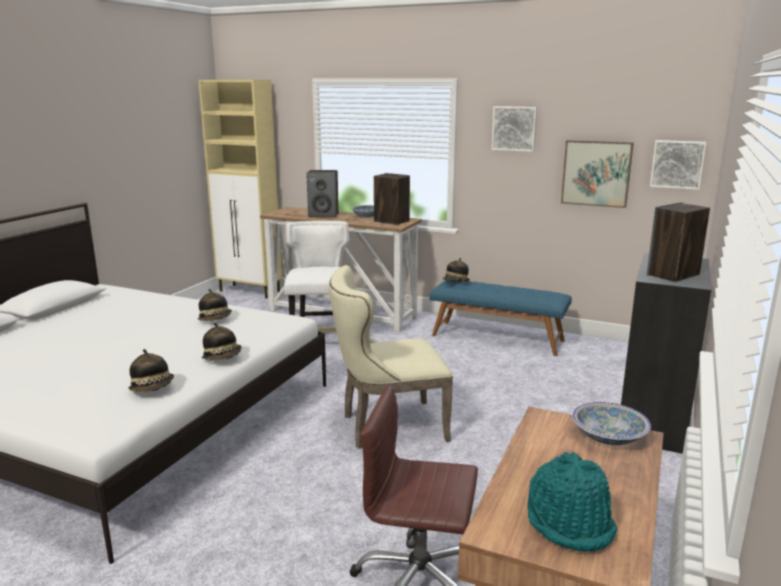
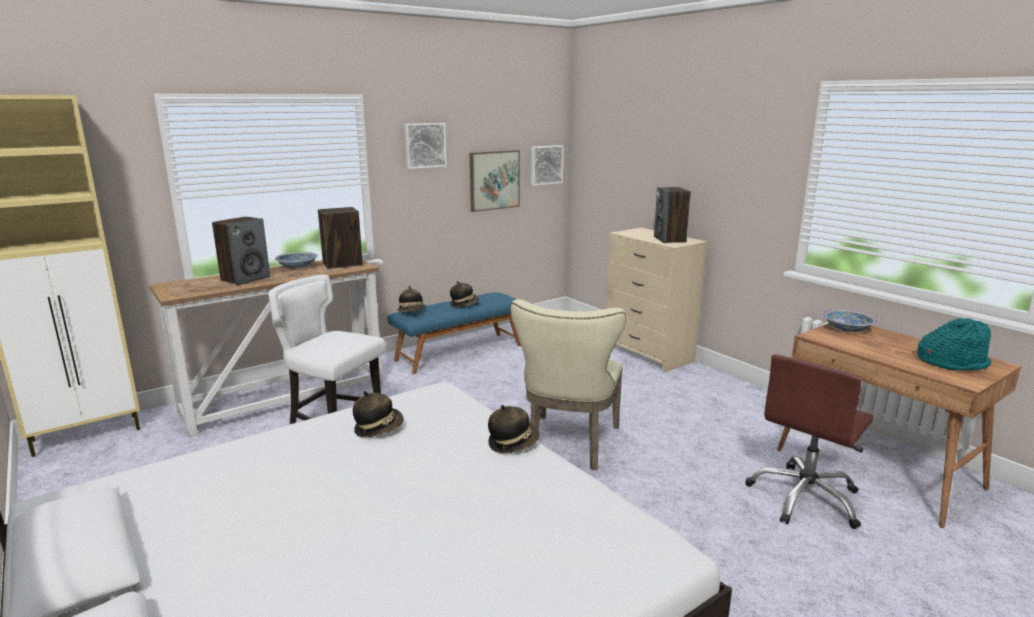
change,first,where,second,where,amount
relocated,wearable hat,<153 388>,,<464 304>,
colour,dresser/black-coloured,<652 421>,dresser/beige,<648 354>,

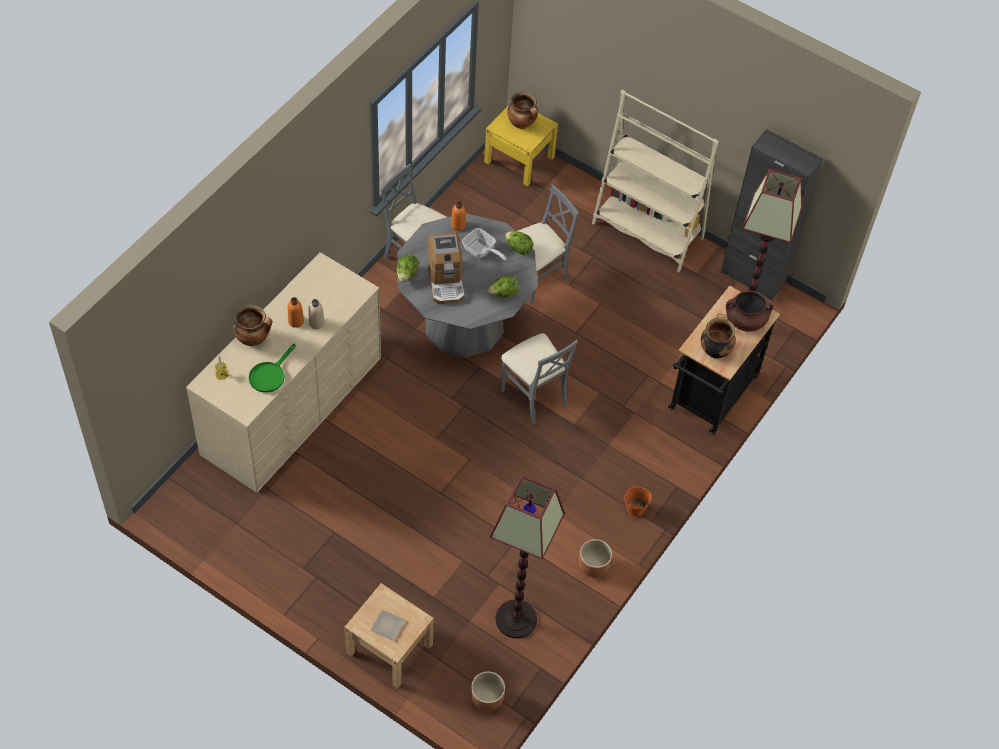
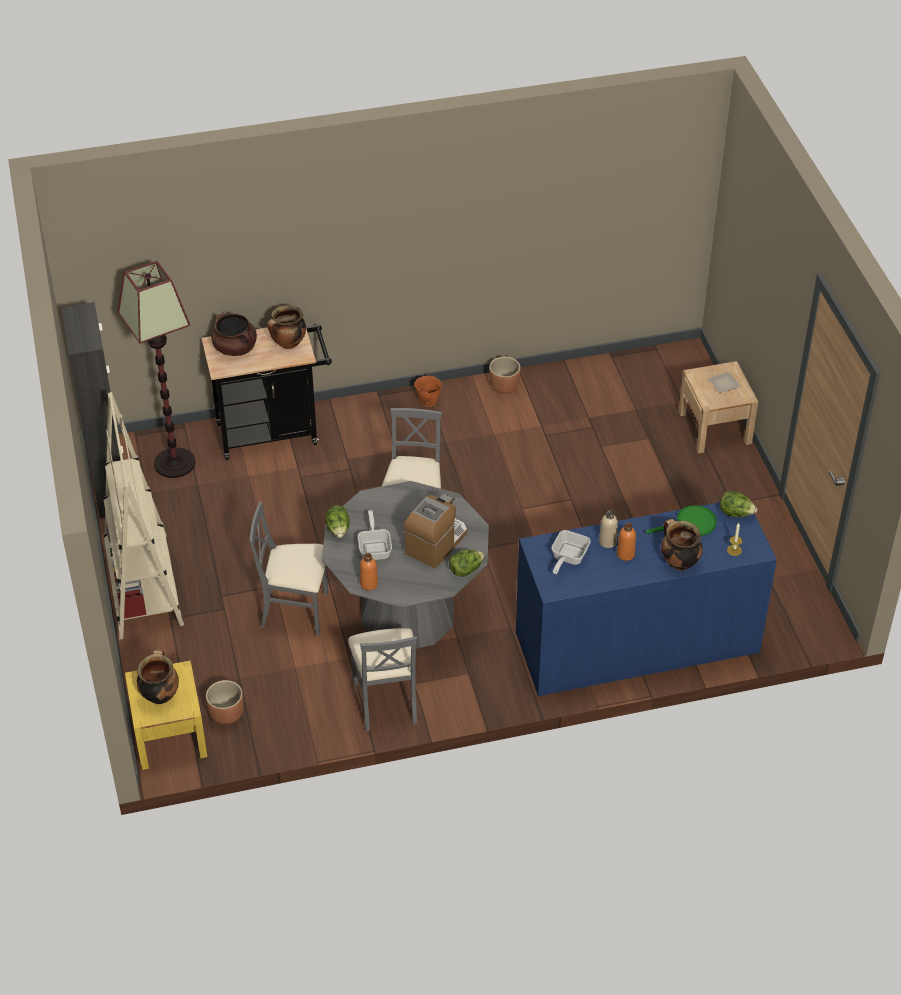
change,first,where,second,where,amount
missing,standard lamp,<516 619>,,,
appeared,,,skillet,<567 558>,
relocated,planter/brownish,<487 699>,,<226 714>,
relocated,lettuce,<503 293>,,<735 513>,
colour,dresser/beige,<292 405>,dresser/bluish,<636 642>,

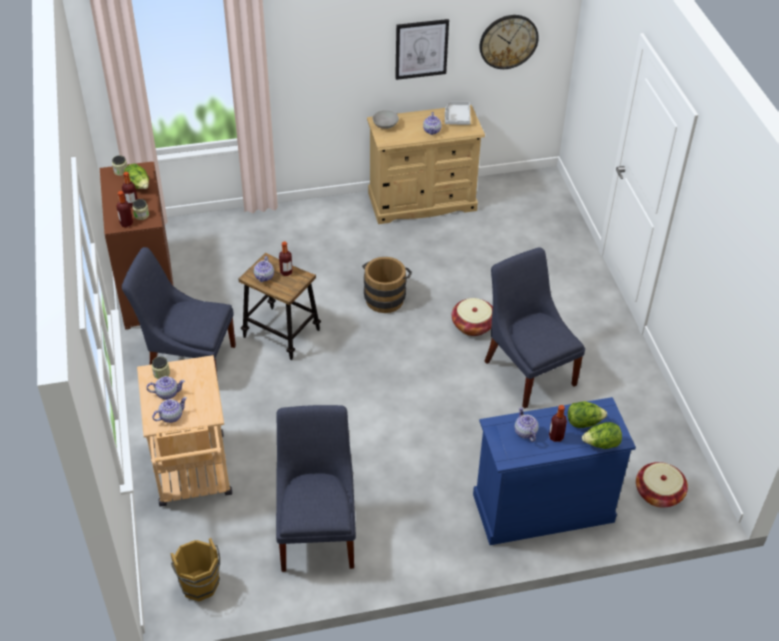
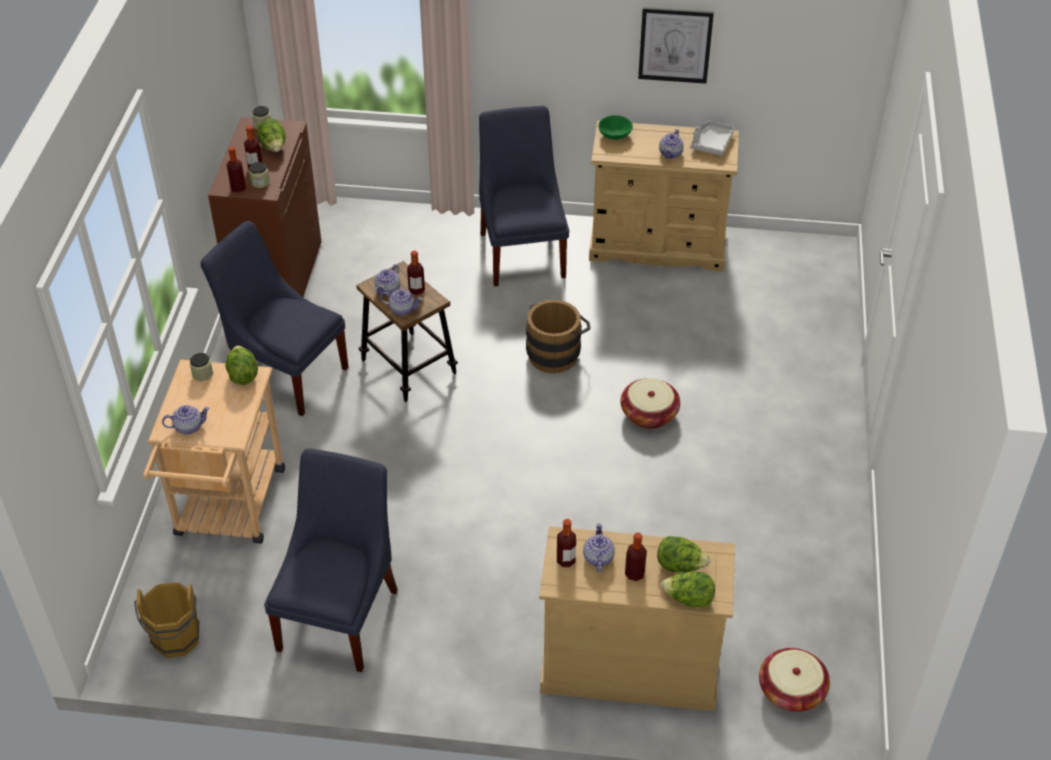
change,first,where,second,where,amount
missing,wall clock,<508 41>,,,
appeared,,,lettuce,<243 375>,
appeared,,,drink bottle,<565 560>,
relocated,tea pot,<167 393>,,<402 309>,
relocated,chair/bluish,<528 369>,,<522 251>,
colour,bowl/grey,<385 125>,bowl/green,<614 135>,
colour,dresser/bluish,<542 507>,dresser/beige,<629 666>,

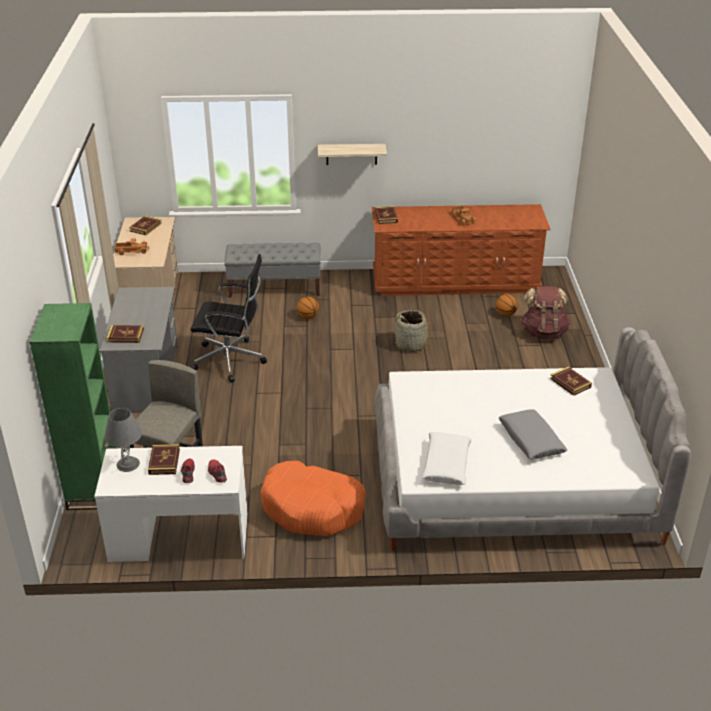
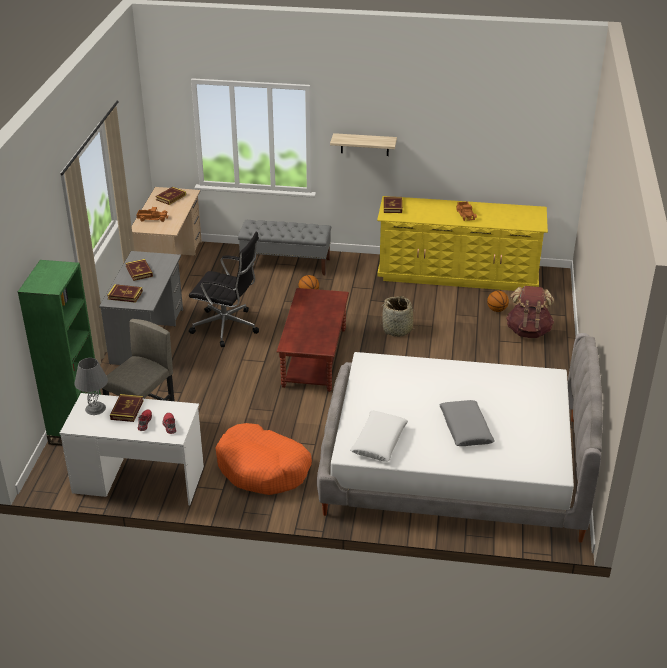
change,first,where,second,where,amount
appeared,,,lounge table/brownish,<314 357>,
relocated,volume,<570 383>,,<139 271>,
colour,dresser/brownish,<455 282>,dresser/yellowish,<457 274>,

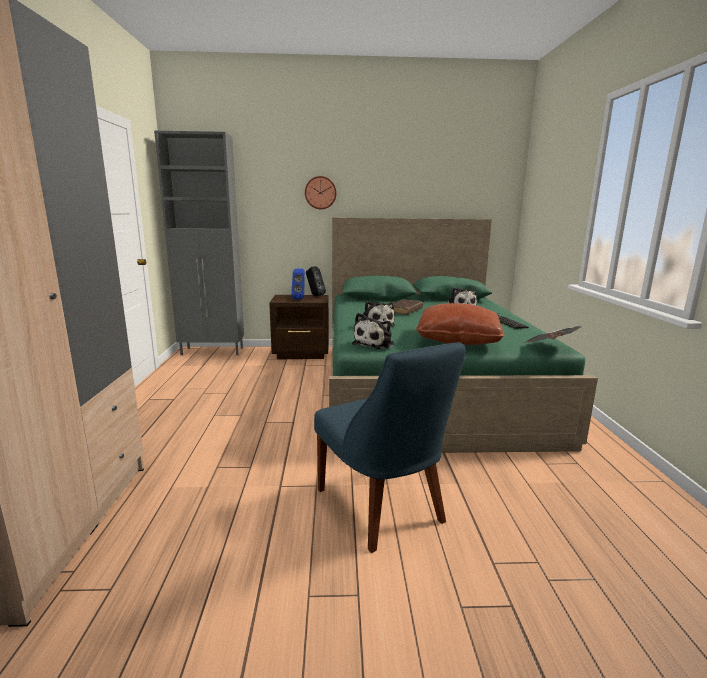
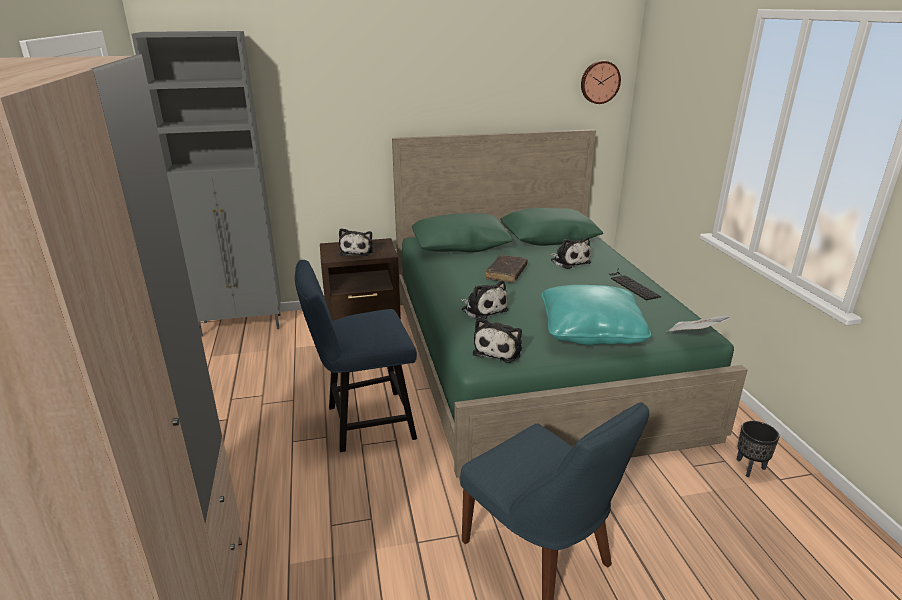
change,first,where,second,where,amount
missing,audio speaker/black-coloured,<314 295>,,,
appeared,,,chair/bluish,<363 423>,
appeared,,,planter/black-coloured,<749 467>,
relocated,wall clock,<320 193>,,<599 82>,
exchanged,audio speaker/bluish,<299 299>,soft toy,<357 251>,
colour,throw pillow/brownish,<458 340>,throw pillow/turquoise,<590 331>,

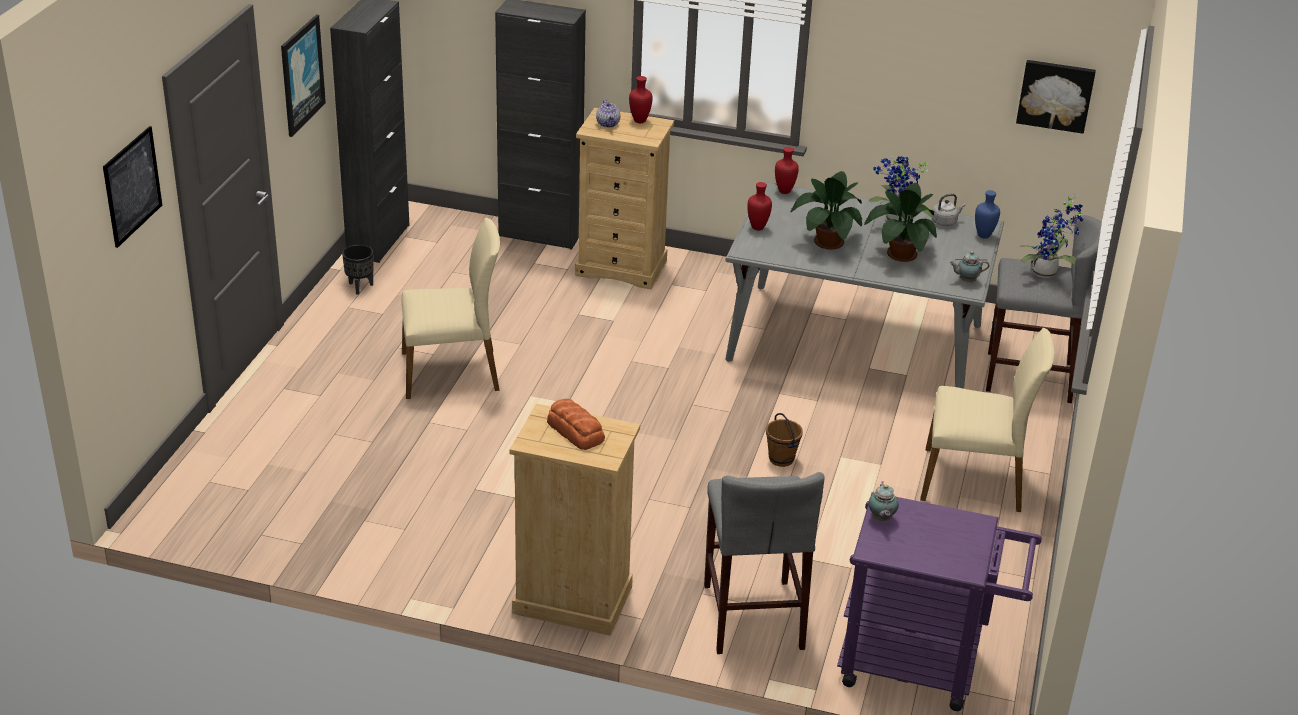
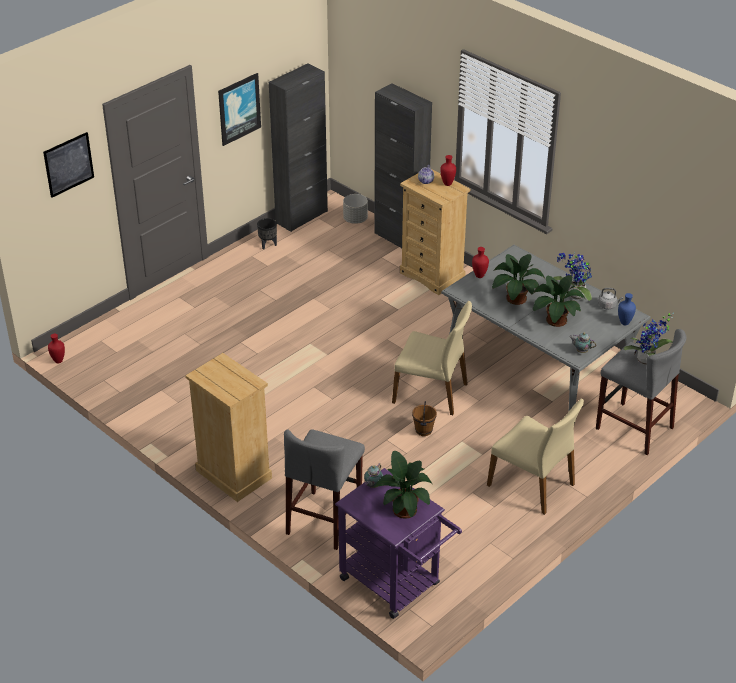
change,first,where,second,where,amount
missing,baked bread,<575 431>,,,
missing,wall picture,<1055 95>,,,
appeared,,,planter/grey,<355 219>,
appeared,,,potted plant,<404 507>,
relocated,chair/beige,<452 372>,,<431 392>,
relocated,decorative vase/red,<784 191>,,<59 360>,

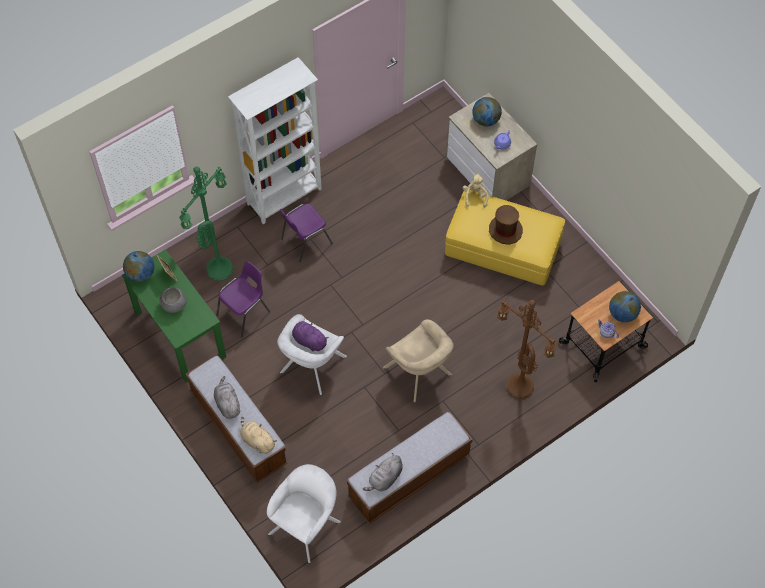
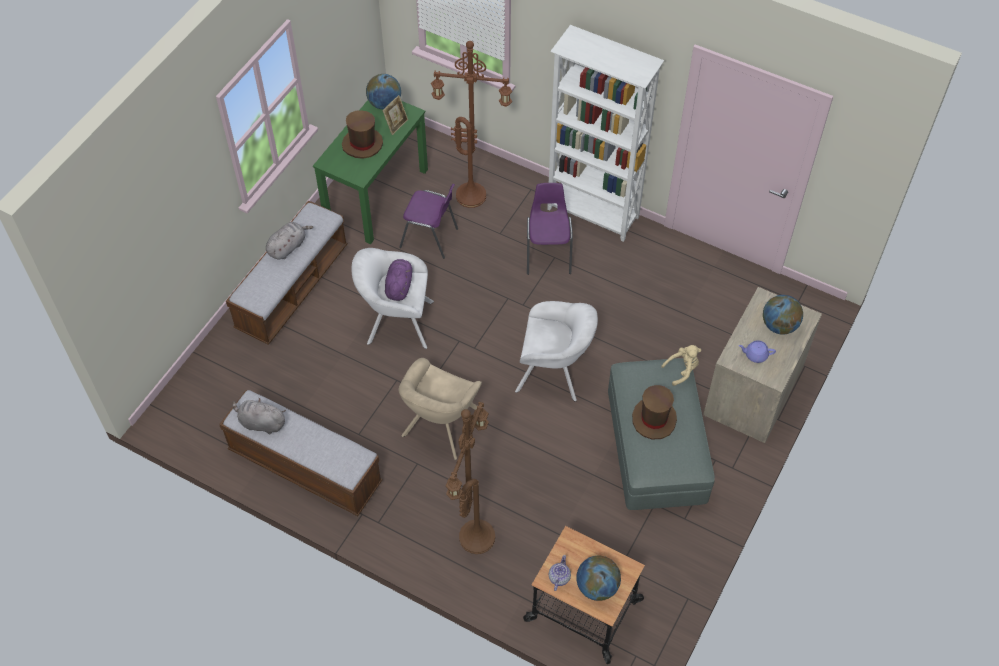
change,first,where,second,where,amount
missing,soft toy/beige,<257 441>,,,
relocated,lounge chair/white-coloured,<307 524>,,<554 372>,
exchanged,bowl/grey,<174 305>,wearable hat/brownish,<362 144>,
colour,standard lamp/green,<219 267>,standard lamp/brownish,<472 194>,
colour,ottoman/yellowish,<502 248>,ottoman/grey,<656 447>,
spun,chair/purple-coloured,<305 241>,,<548 254>,60 degrees clockwise

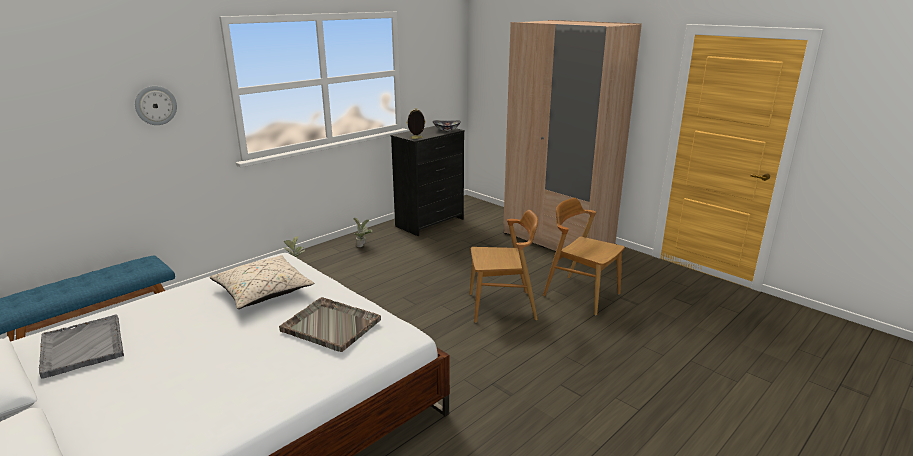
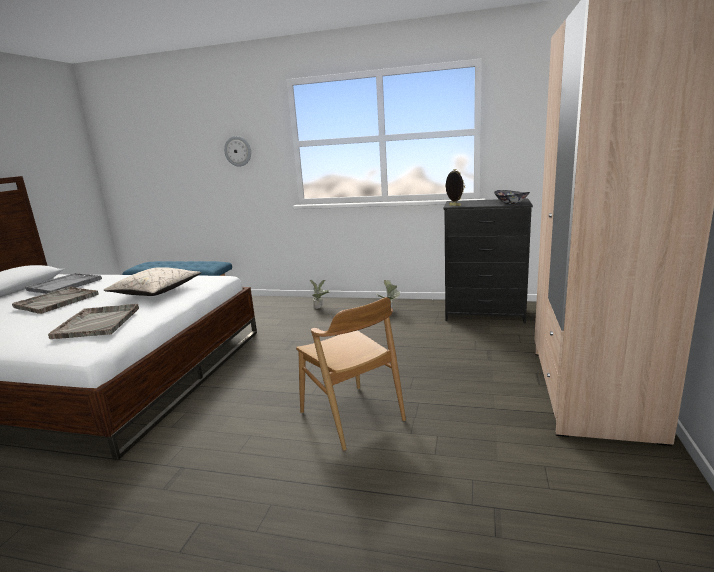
change,first,where,second,where,amount
missing,chair/brownish,<581 294>,,,
appeared,,,carrying tray/grey,<56 301>,

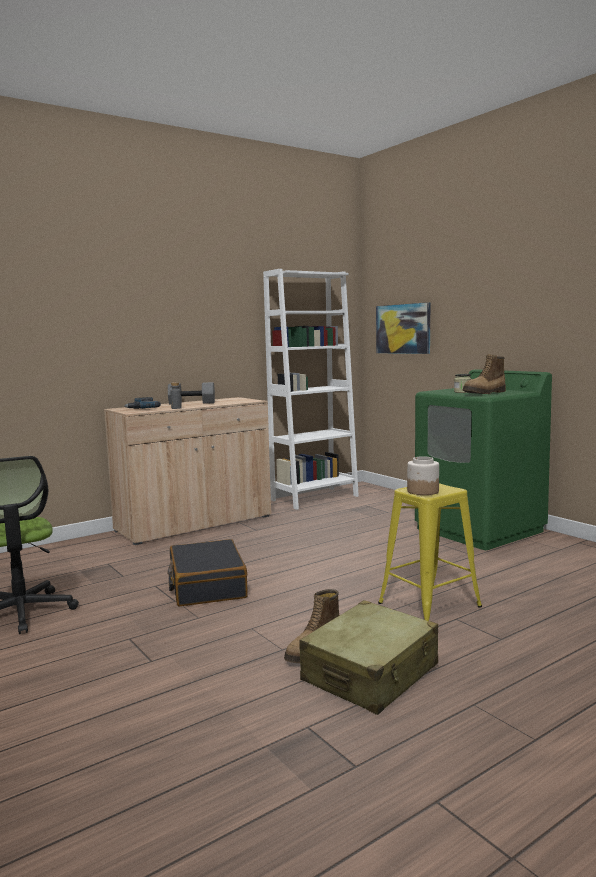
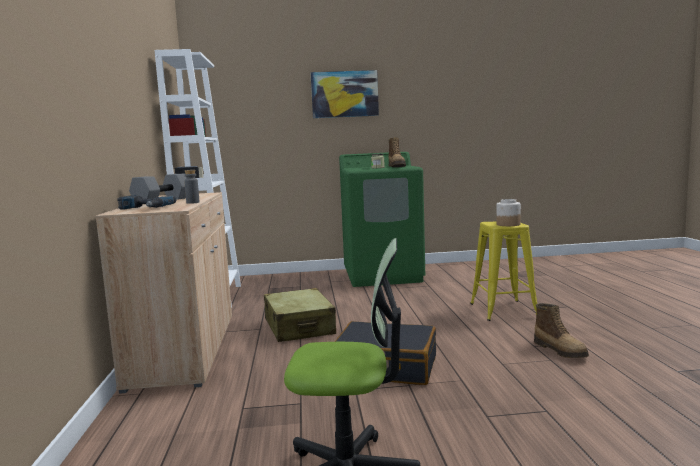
change,first,where,second,where,amount
relocated,suitcase/beige,<371 673>,,<299 327>,
relocated,wall picture,<403 329>,,<344 94>,

